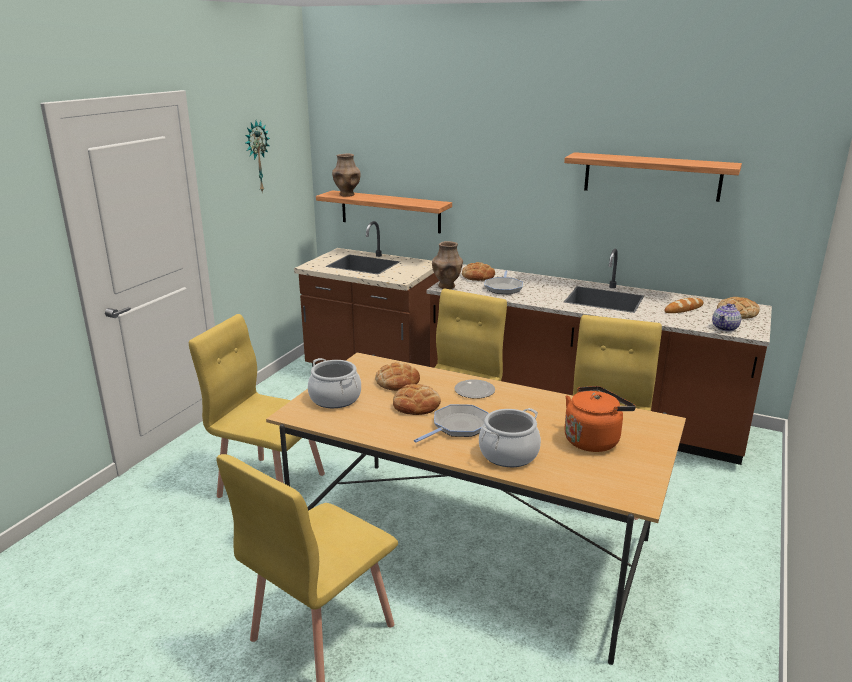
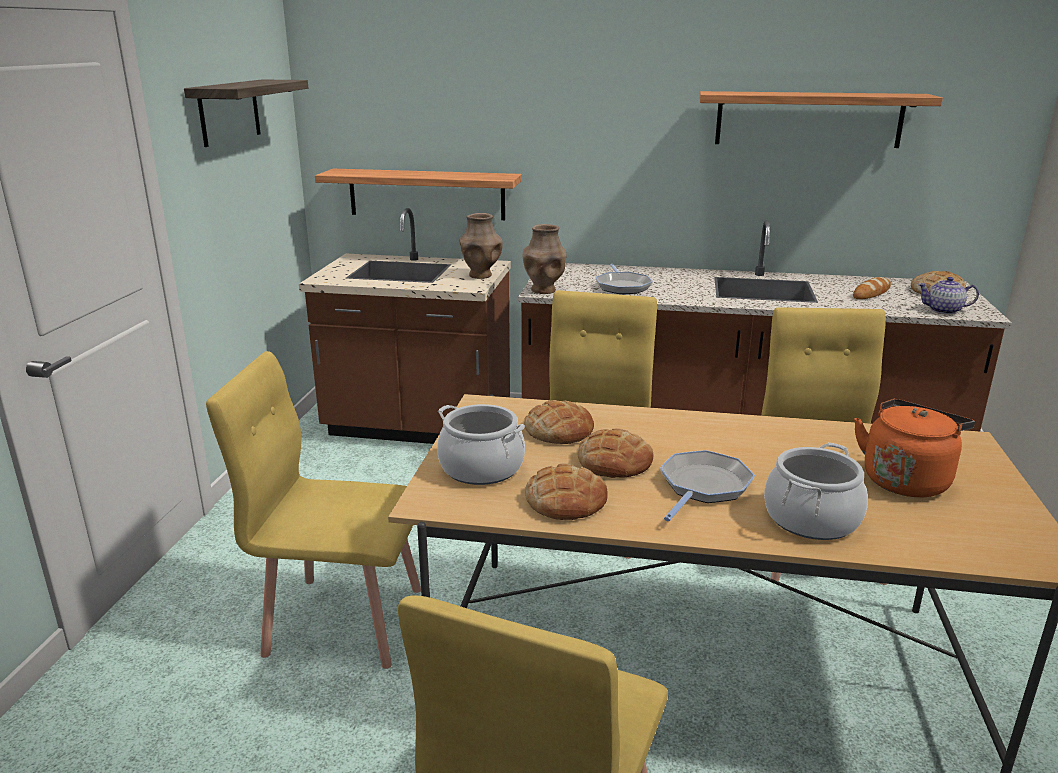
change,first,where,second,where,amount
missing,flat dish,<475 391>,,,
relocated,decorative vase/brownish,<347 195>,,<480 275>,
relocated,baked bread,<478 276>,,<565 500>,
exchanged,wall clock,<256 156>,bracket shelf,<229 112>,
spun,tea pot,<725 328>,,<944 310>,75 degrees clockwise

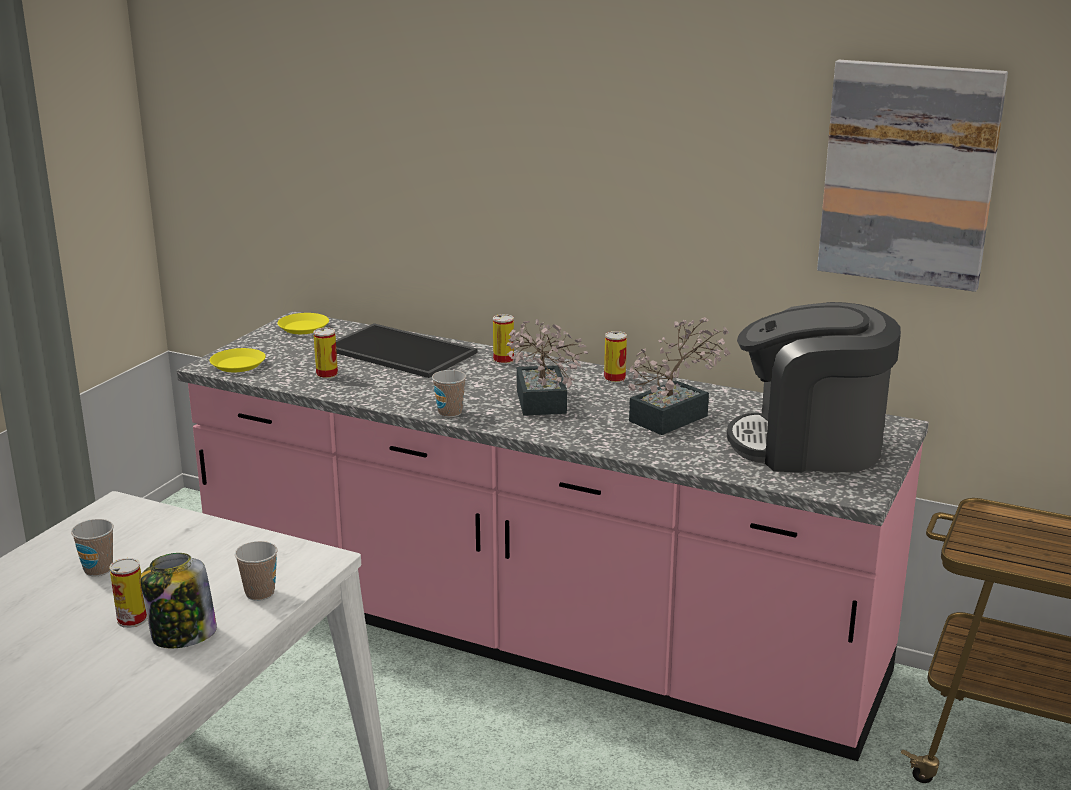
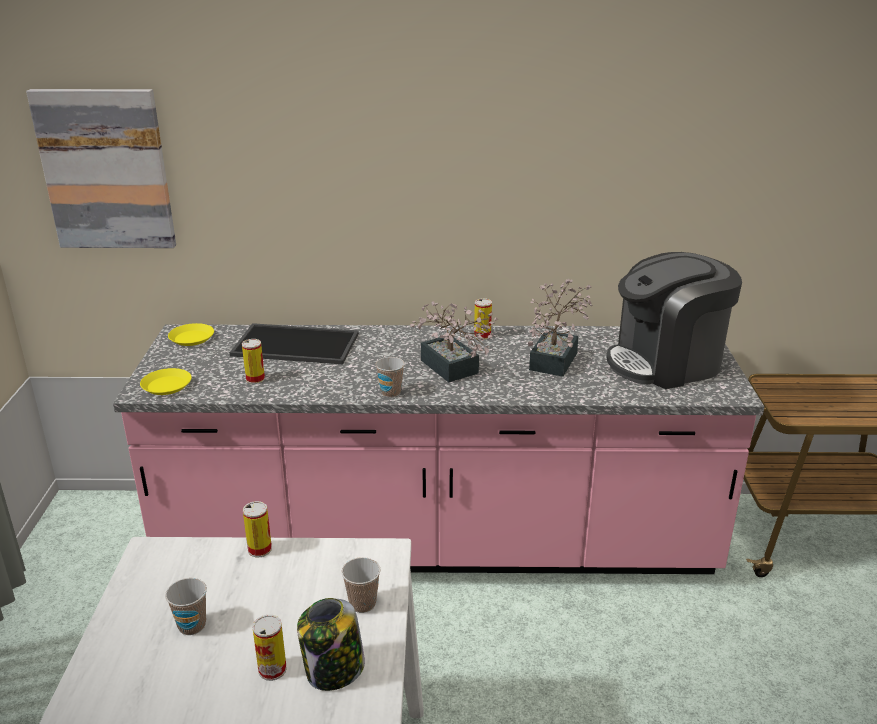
change,first,where,second,where,amount
relocated,can,<503 360>,,<259 549>,
relocated,wall picture,<908 174>,,<106 170>,

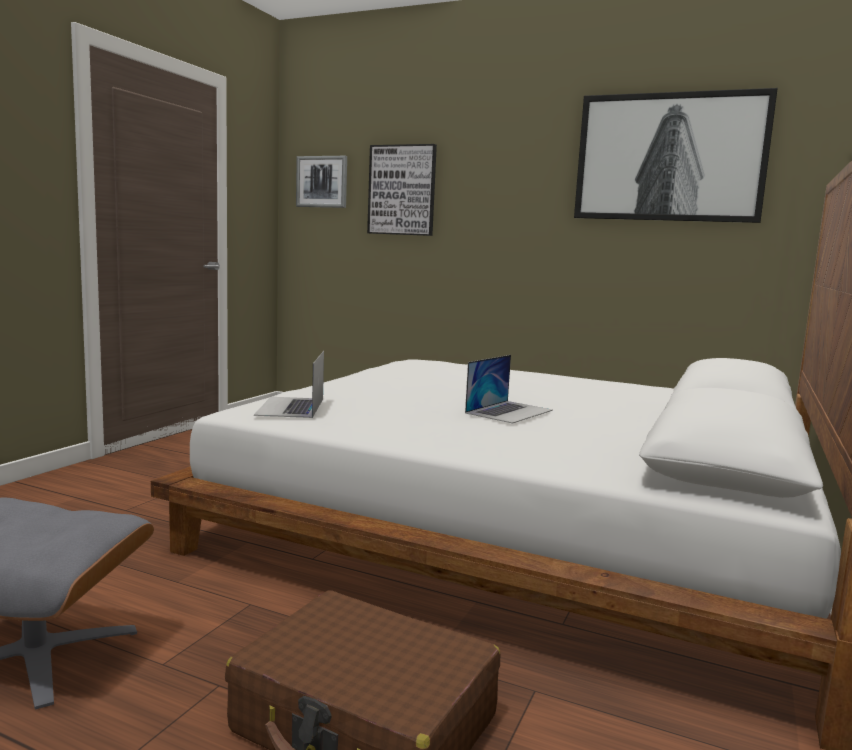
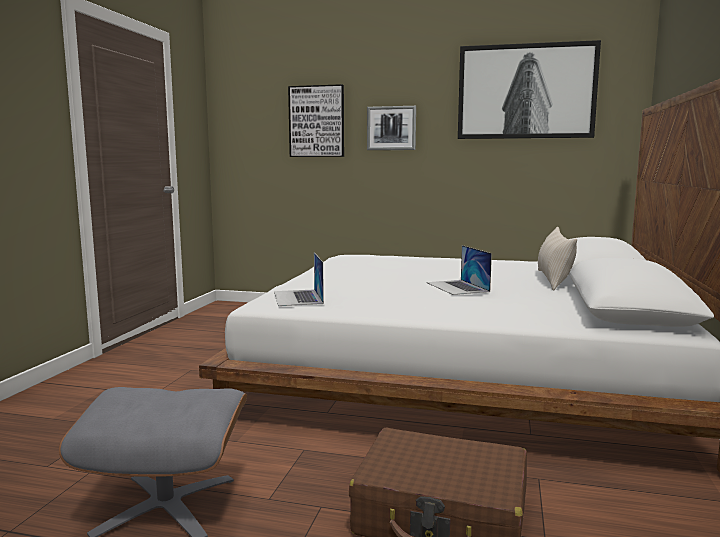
change,first,where,second,where,amount
appeared,,,throw pillow/beige,<553 280>,
relocated,wall picture,<322 182>,,<391 128>,
spun,laptop,<509 411>,,<457 287>,135 degrees clockwise

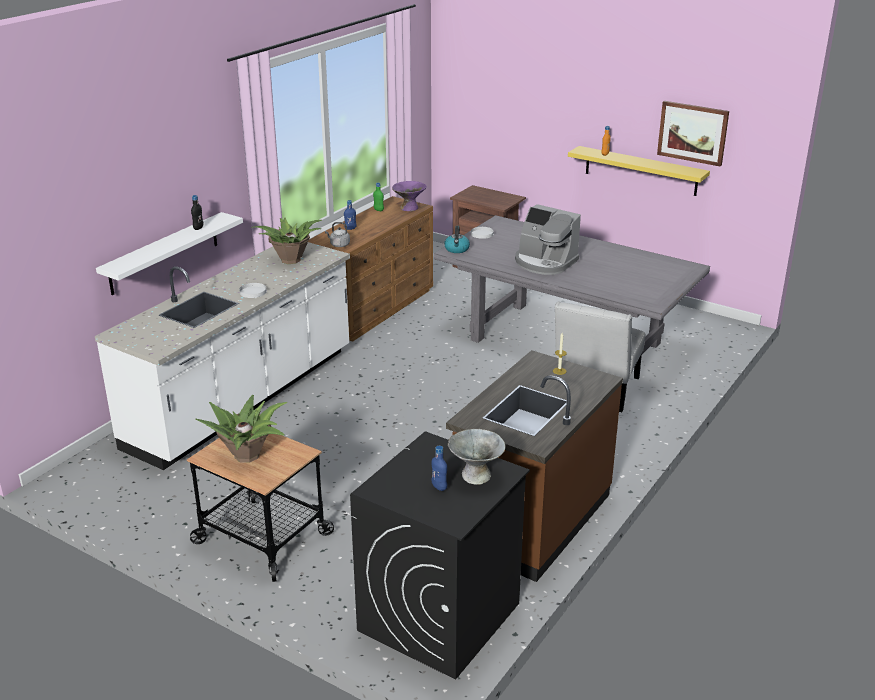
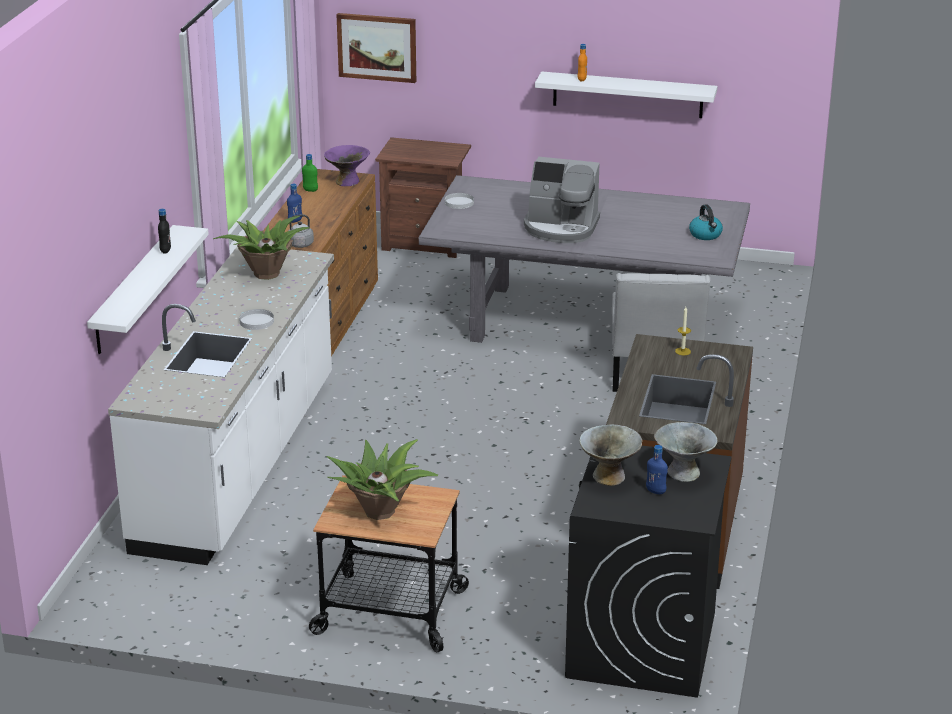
change,first,where,second,where,amount
appeared,,,bowl/grey,<609 476>,
relocated,tea kettle,<457 249>,,<706 235>,
relocated,wall picture,<692 132>,,<377 47>,
colour,bracket shelf/yellowish,<641 171>,bracket shelf/white-coloured,<627 95>,

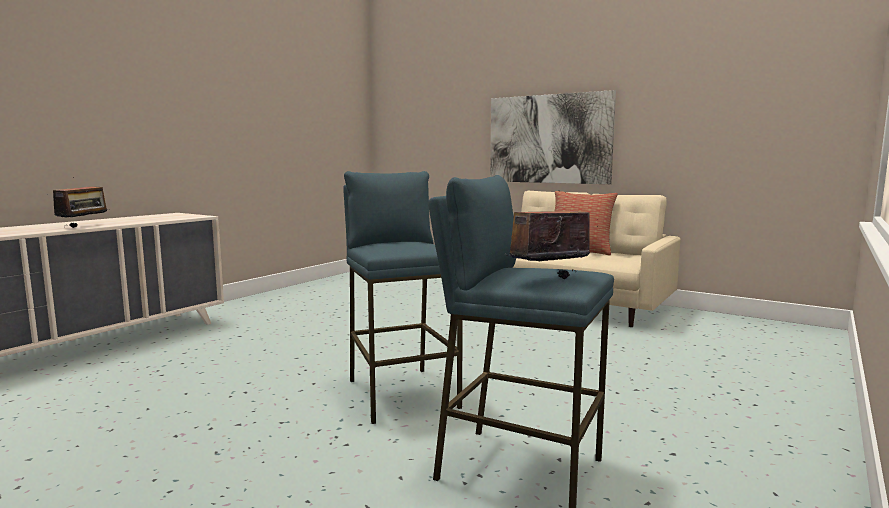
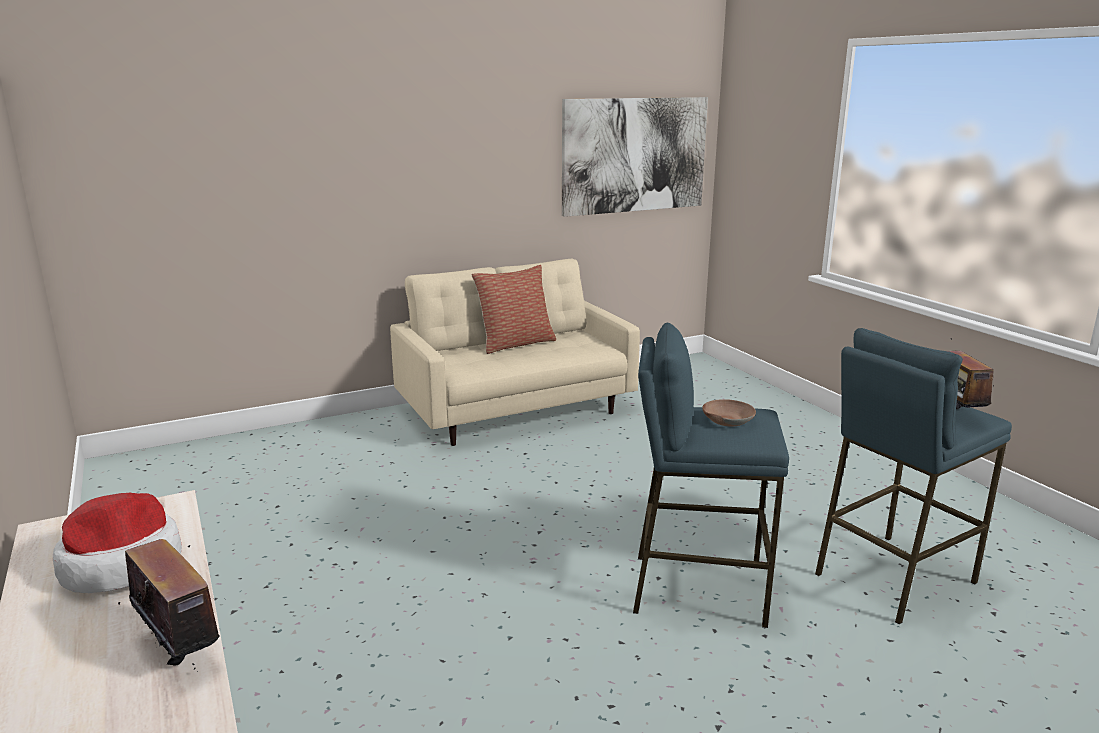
change,first,where,second,where,amount
appeared,,,wearable hat,<121 565>,
appeared,,,bowl/brownish,<727 420>,
relocated,wall picture,<549 139>,,<634 155>,

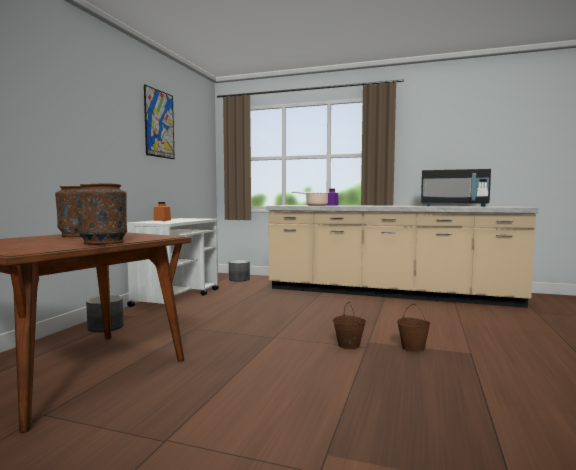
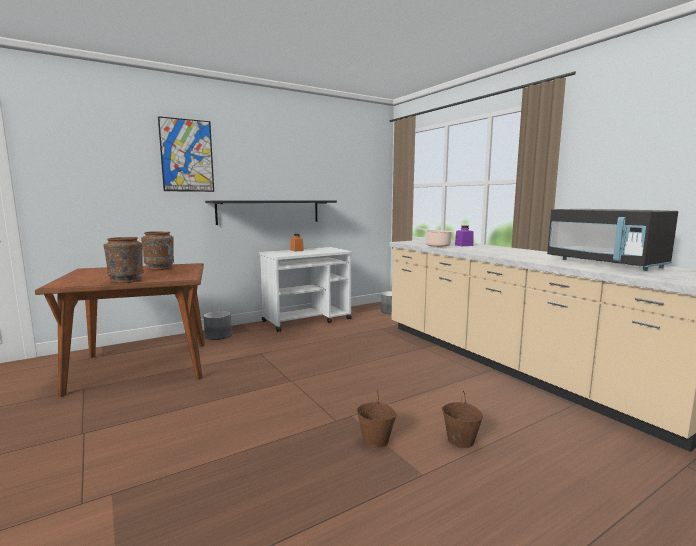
change,first,where,second,where,amount
appeared,,,bracket shelf/black-coloured,<269 211>,
relocated,wall picture,<159 124>,,<187 155>,
relocated,water bucket/brownish,<348 345>,,<460 440>,

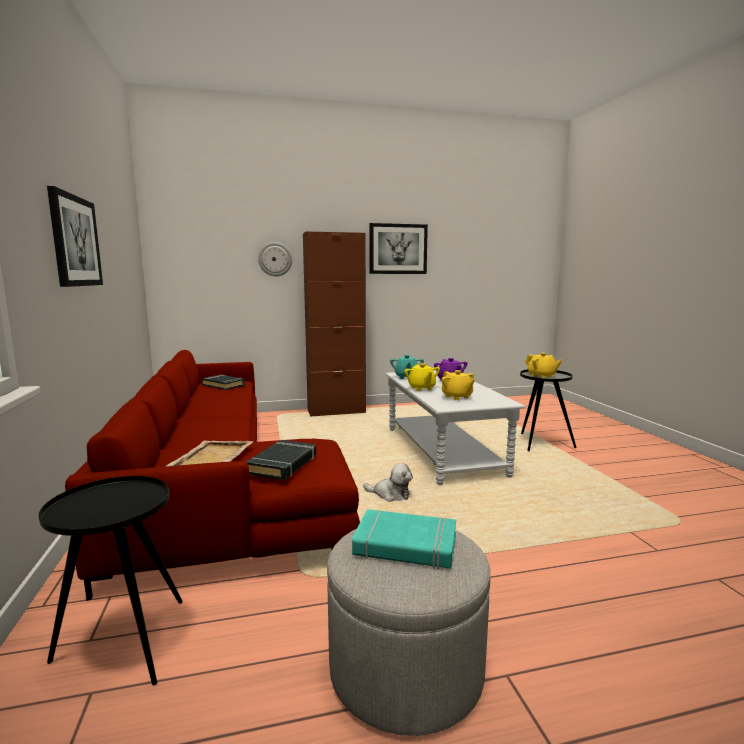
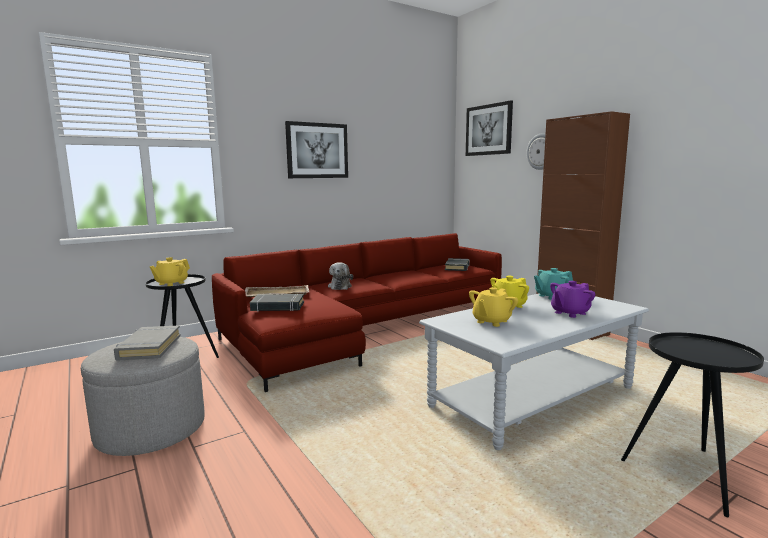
change,first,where,second,where,amount
relocated,soft toy,<390 495>,,<340 286>,
relocated,wall picture,<398 249>,,<488 130>,
relocated,tea pot/yellowish,<541 376>,,<171 283>,
colour,volume/turquoise,<405 546>,volume/grey,<149 347>,

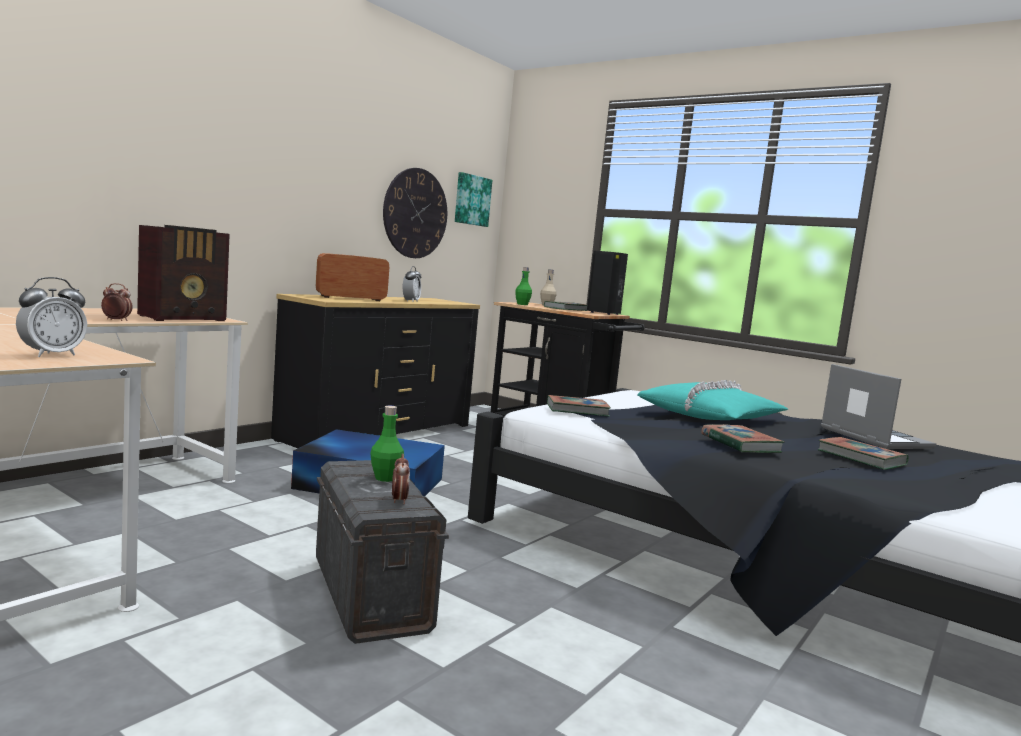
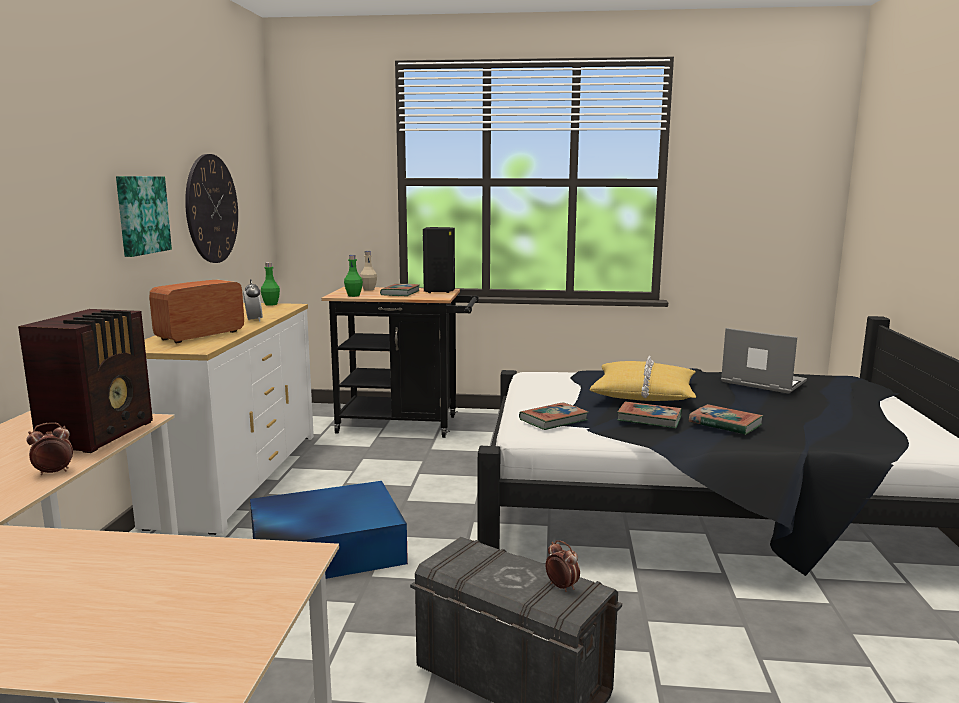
change,first,where,second,where,amount
missing,bedside clock,<52 354>,,,
relocated,drink bottle/green,<385 478>,,<271 304>,
relocated,wall picture,<471 200>,,<141 215>,
relocated,volume,<861 458>,,<649 419>,
colour,dresser/black-coloured,<377 432>,dresser/white-coloured,<237 477>,
colour,throw pillow/turquoise,<710 416>,throw pillow/yellowish,<644 393>,

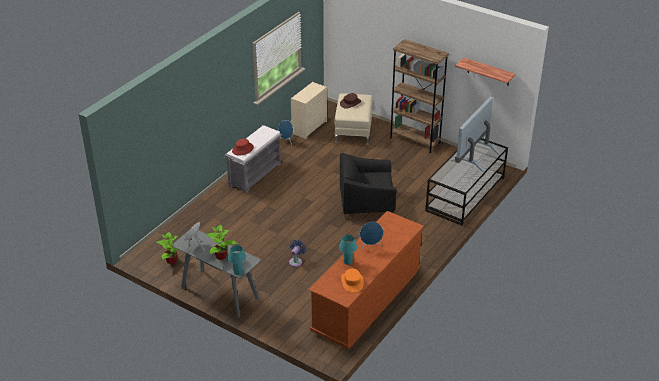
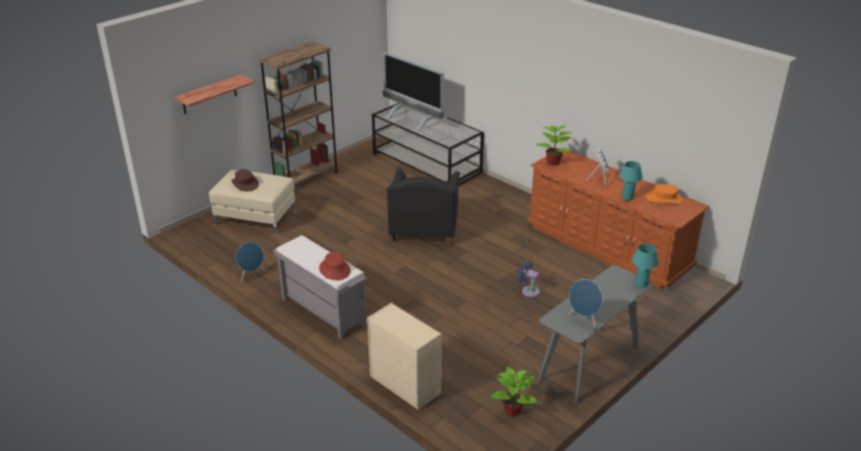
change,first,where,second,where,amount
relocated,potted plant,<221 256>,,<553 162>,
relocated,dresser/beige,<309 127>,,<404 384>,
relocated,bracket shelf,<488 72>,,<209 95>,

